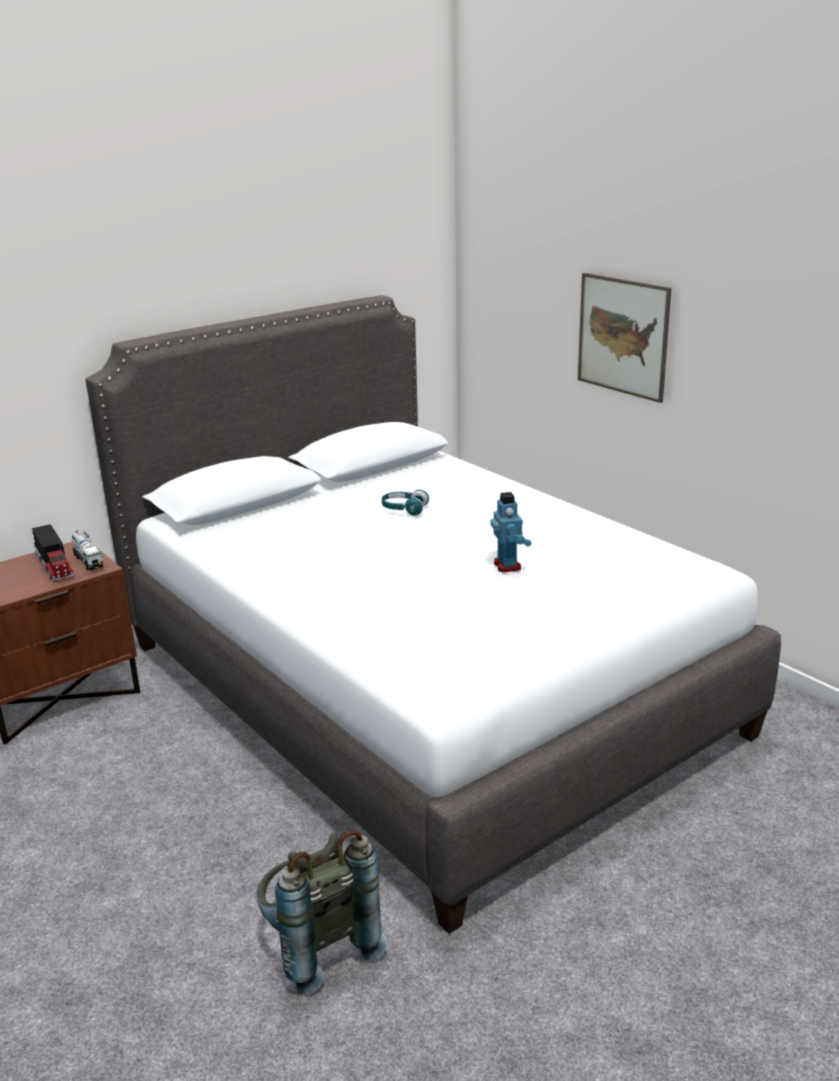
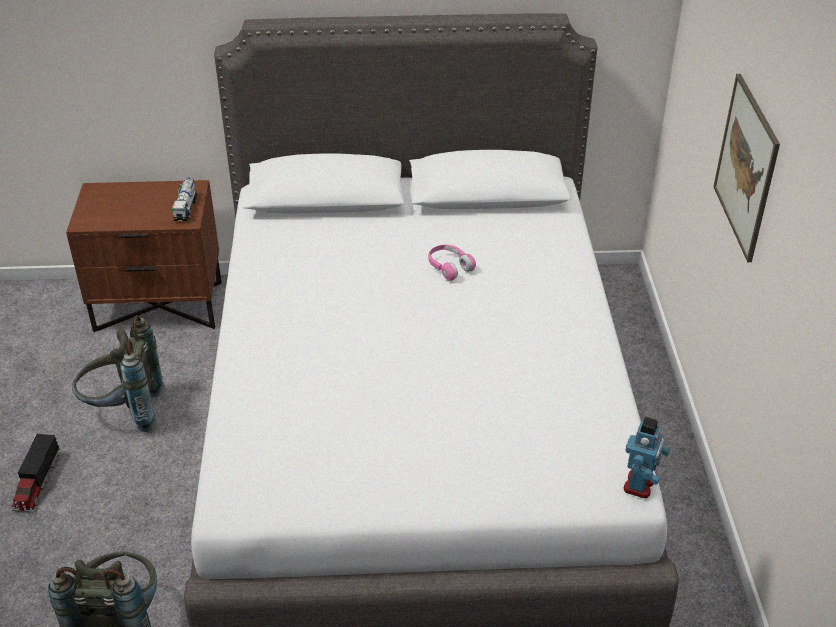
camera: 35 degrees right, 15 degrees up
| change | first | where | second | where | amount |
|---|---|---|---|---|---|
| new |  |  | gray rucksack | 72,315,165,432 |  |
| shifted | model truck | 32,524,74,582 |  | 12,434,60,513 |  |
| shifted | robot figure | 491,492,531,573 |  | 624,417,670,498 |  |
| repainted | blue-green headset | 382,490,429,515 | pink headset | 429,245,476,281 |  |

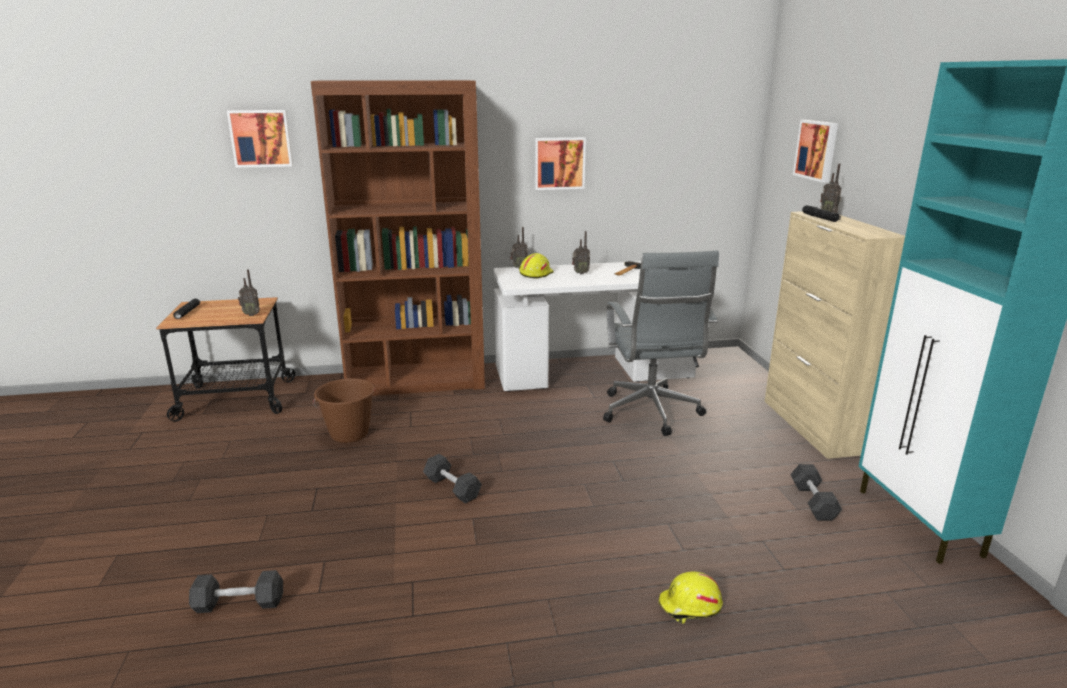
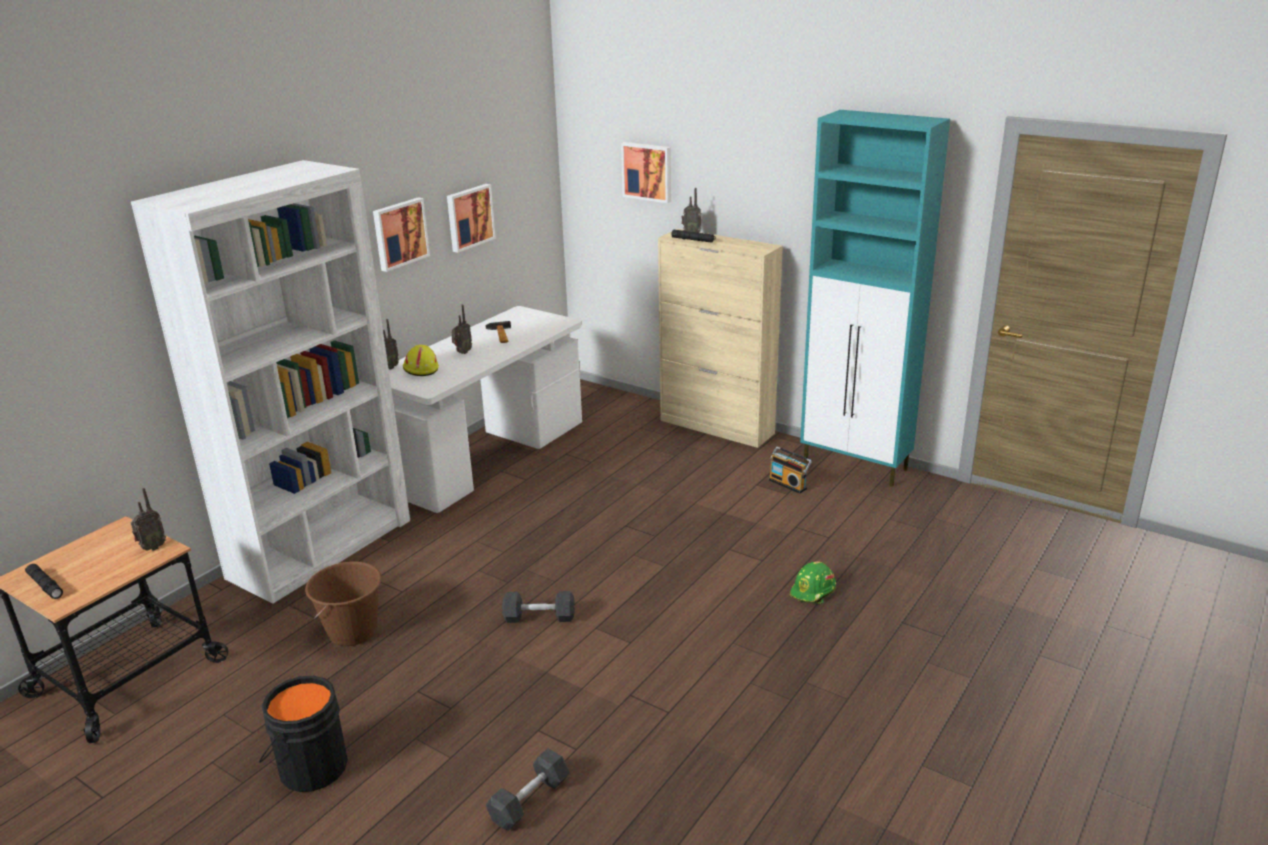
camera: 45 degrees left, 5 degrees up
| change | first | where | second | where | amount |
|---|---|---|---|---|---|
| gone | gray desk chair | 603,250,719,436 |  |  |  |
| new |  |  | black pail | 259,676,348,792 |  |
| shifted | wall art | 227,110,293,168 |  | 447,184,496,253 |  |
| swapped | black free weight | 790,464,842,521 | radio | 769,446,812,494 |  |
| repainted | brown-coloured bookshelf | 311,80,485,396 | white bookshelf | 131,160,410,604 |  |
| repainted | yellow-coloured safety helmet | 659,571,723,624 | green safety helmet | 790,561,836,604 |  |

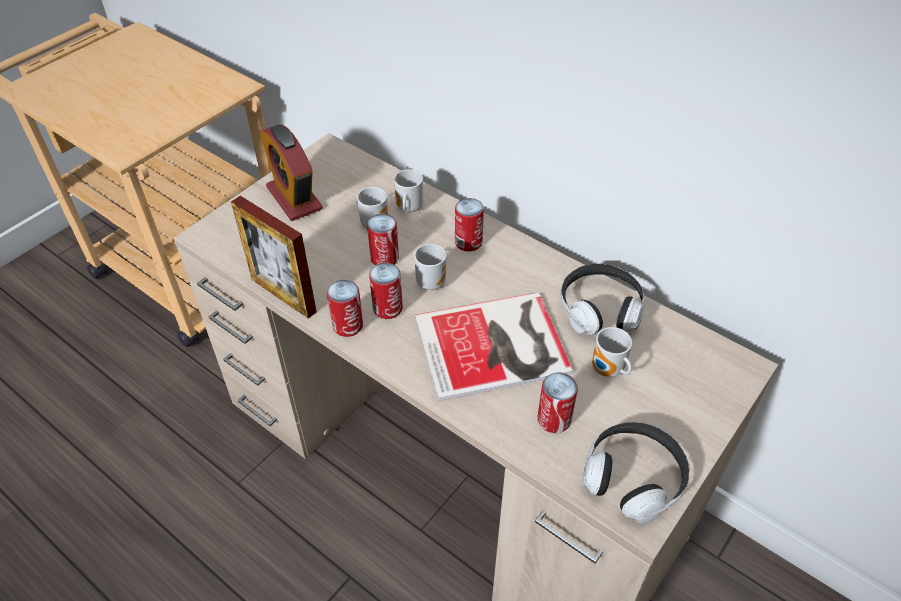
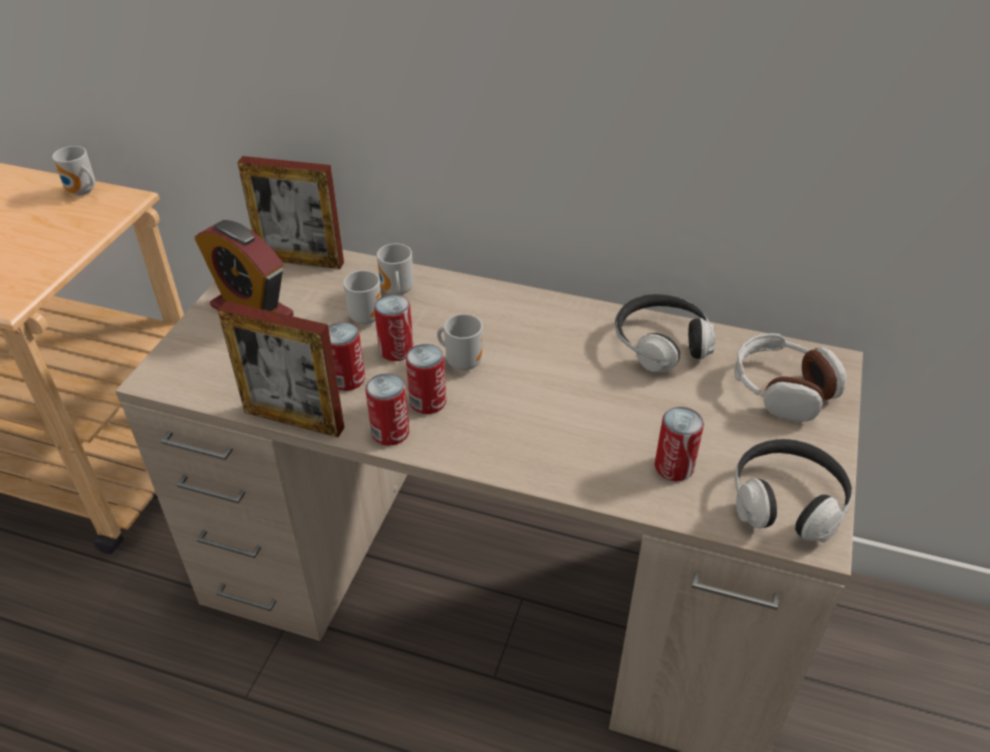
camera: 20 degrees left, 5 degrees down
| change | first | where | second | where | amount |
|---|---|---|---|---|---|
| gone | book | 415,292,573,401 |  |  |  |
| new |  |  | photo frame | 237,156,344,269 |  |
| new |  |  | headset | 734,333,846,422 |  |
| shifted | can | 455,198,484,252 |  | 328,322,365,391 |  |
| shifted | tea mug | 592,327,632,377 |  | 52,146,95,196 |  |

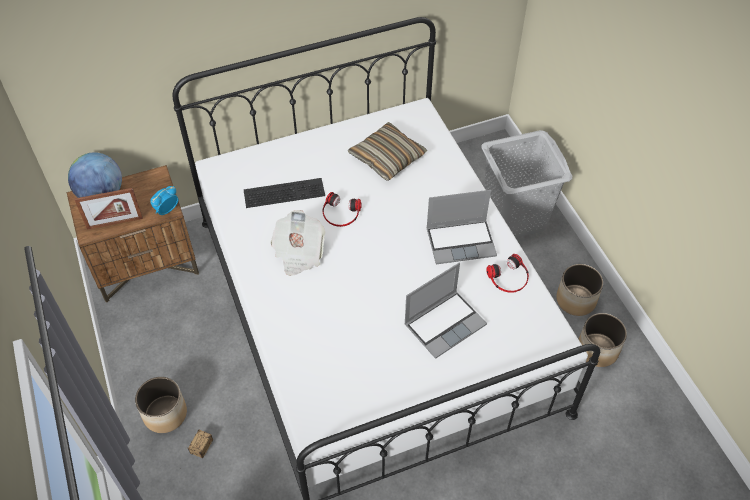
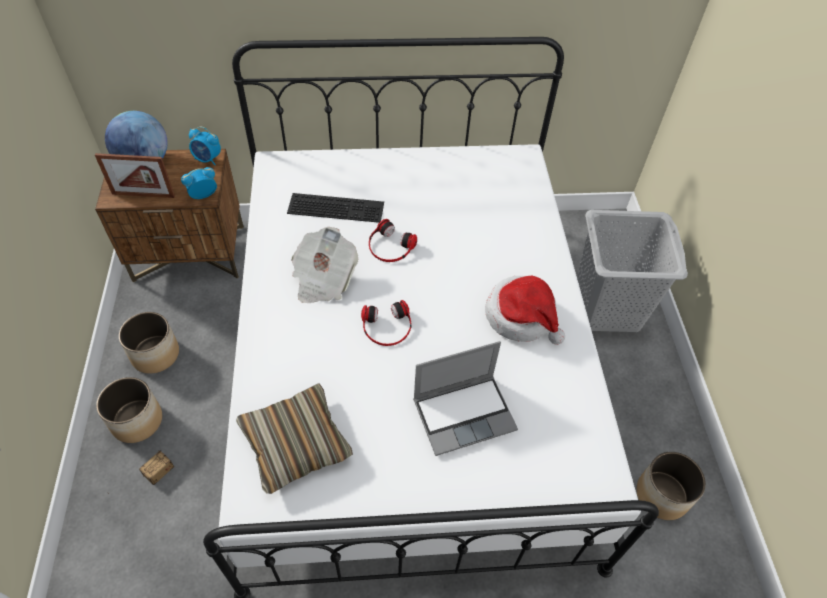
camera: 15 degrees right, 0 degrees up
| change | first | where | second | where | amount |
|---|---|---|---|---|---|
| new |  |  | table clock | 189,127,221,165 |  |
| shifted | cushion | 348,122,428,181 |  | 236,383,353,494 |  |
| shifted | headset | 486,254,529,293 |  | 361,300,412,346 |  |
| shifted | planter | 556,264,603,316 |  | 119,312,179,374 |  |
| swapped | laptop | 426,190,497,264 | wearable hat | 485,276,565,345 |  |

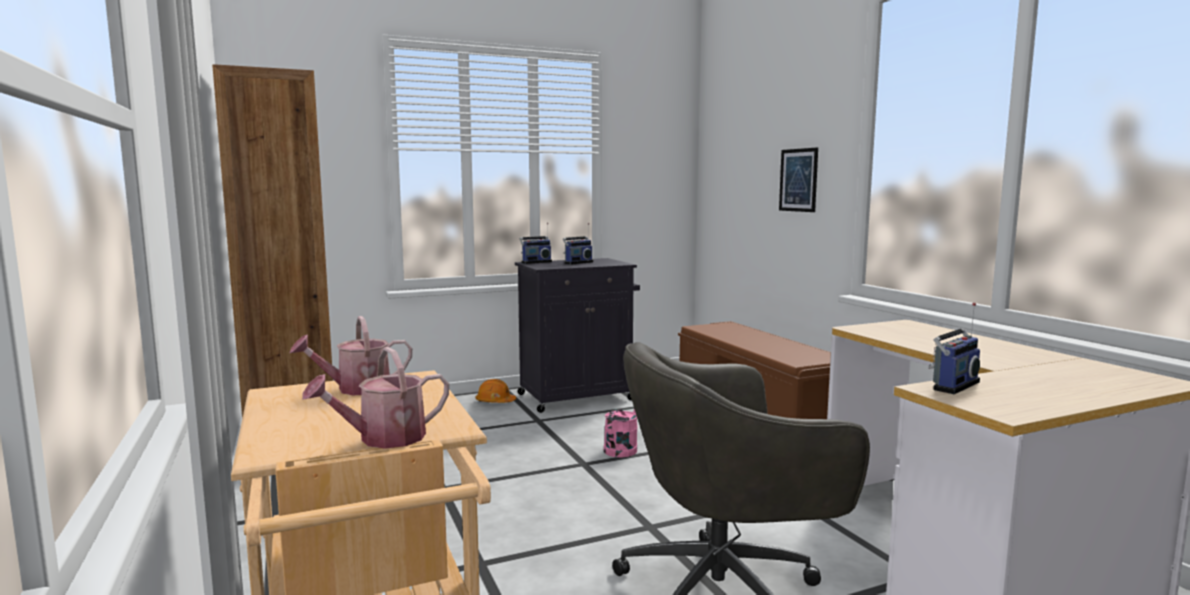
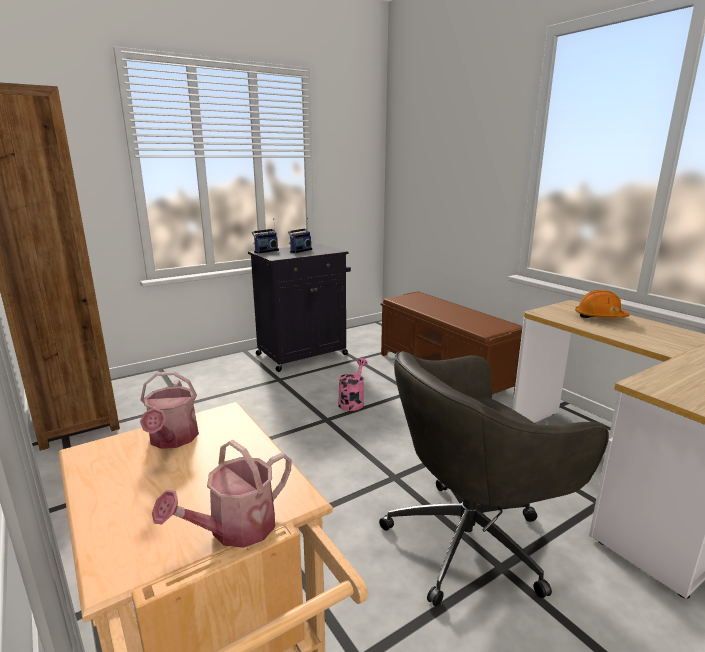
camera: 10 degrees left, 10 degrees up
| change | first | where | second | where | amount |
|---|---|---|---|---|---|
| gone | wall art | 779,147,818,212 |  |  |  |
| gone | radio | 928,303,980,394 |  |  |  |
| shifted | orange-coloured safety helmet | 476,379,516,403 |  | 575,290,629,318 |  |
| rotated | sprinkling can | 290,316,412,395 |  | 140,371,199,449 | 60 degrees counterclockwise |

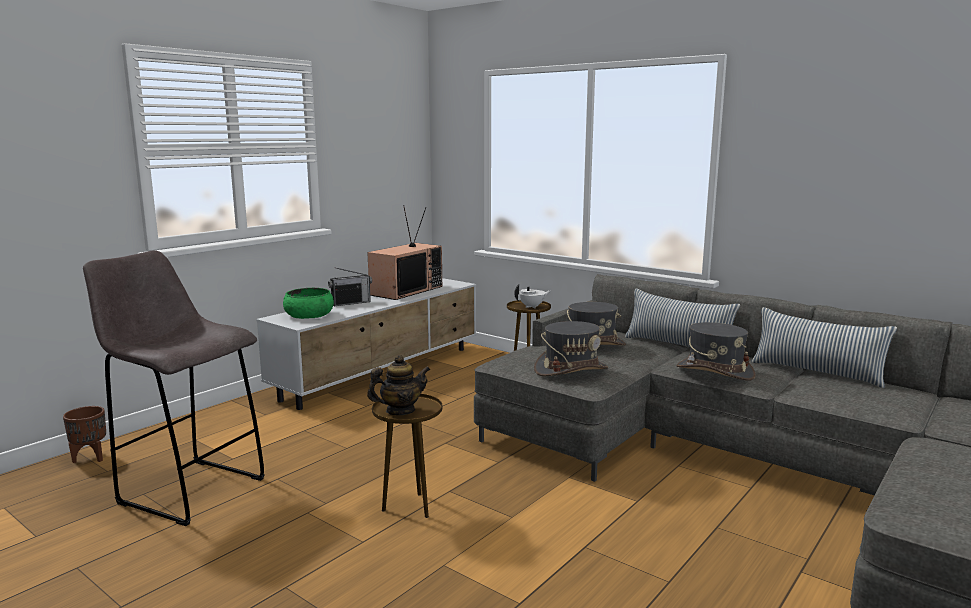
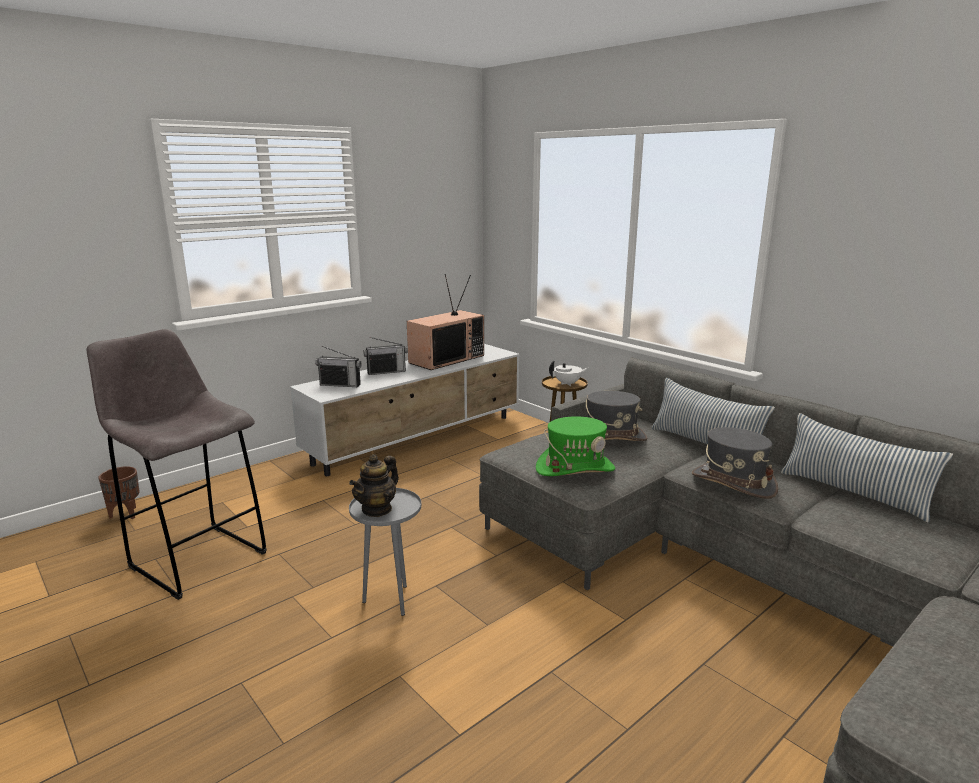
camera: 10 degrees right, 5 degrees up
| change | first | where | second | where | amount |
|---|---|---|---|---|---|
| swapped | green bowl | 283,288,334,319 | radio | 315,346,362,387 |  |
| repainted | brown-coloured side table | 372,394,442,518 | gray side table | 349,488,421,616 |  |
| repainted | gray wearable hat | 534,321,608,376 | green wearable hat | 536,416,615,476 |  |
| rotated | teapot | 367,355,431,415 |  | 349,454,399,517 | 135 degrees clockwise |

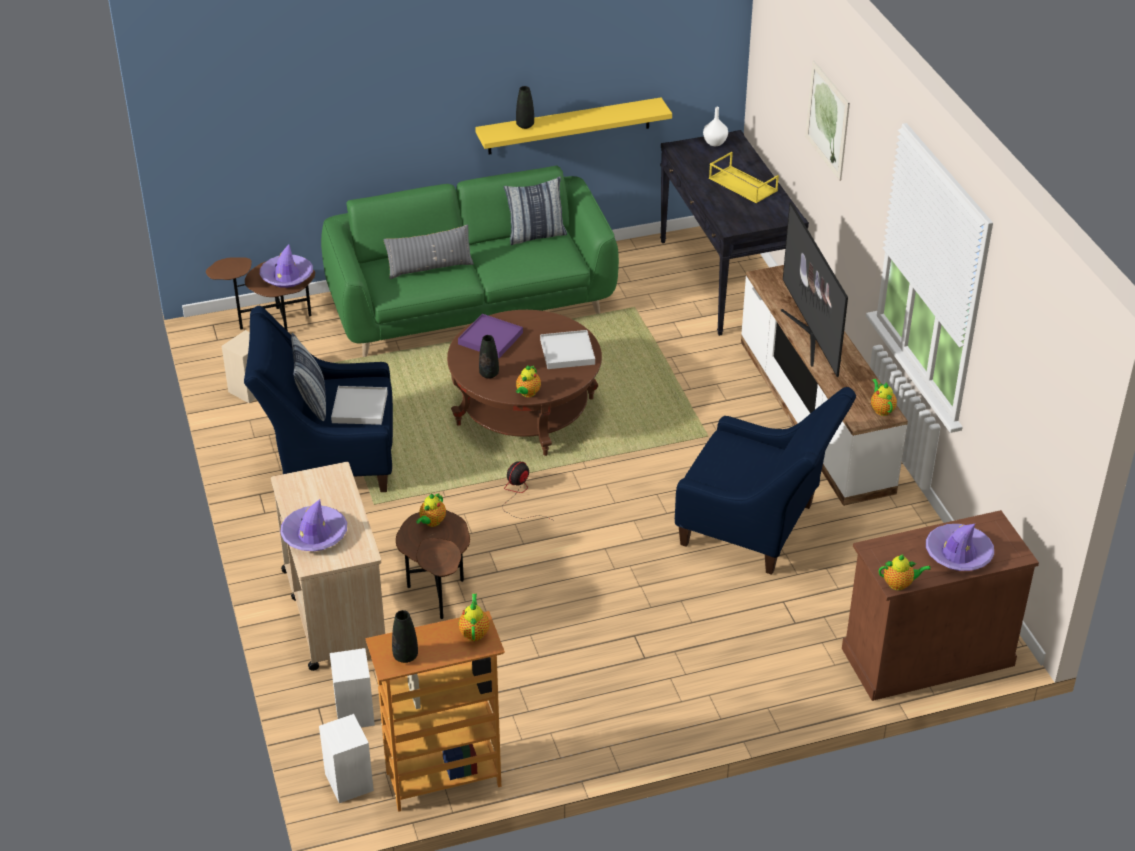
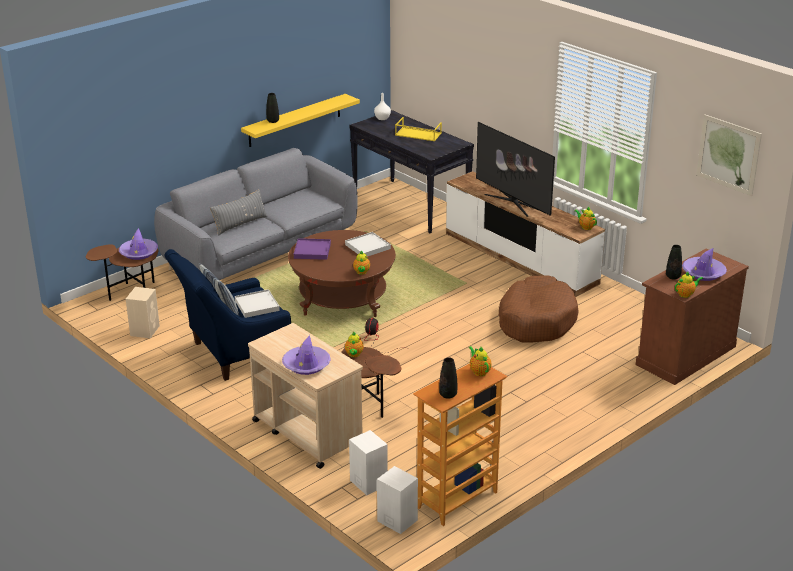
camera: 25 degrees left, 10 degrees down
| change | first | where | second | where | amount |
|---|---|---|---|---|---|
| gone | cushion | 504,176,567,245 |  |  |  |
| shifted | black decorative vase | 479,335,499,379 |  | 666,245,682,279 |  |
| shifted | wall art | 805,60,850,181 |  | 696,115,762,196 |  |
| swapped | blue armchair | 675,387,856,575 | brown-coloured pet bed | 499,275,579,343 |  |
| repainted | green couch | 321,165,619,357 | gray couch | 154,148,358,280 |  |

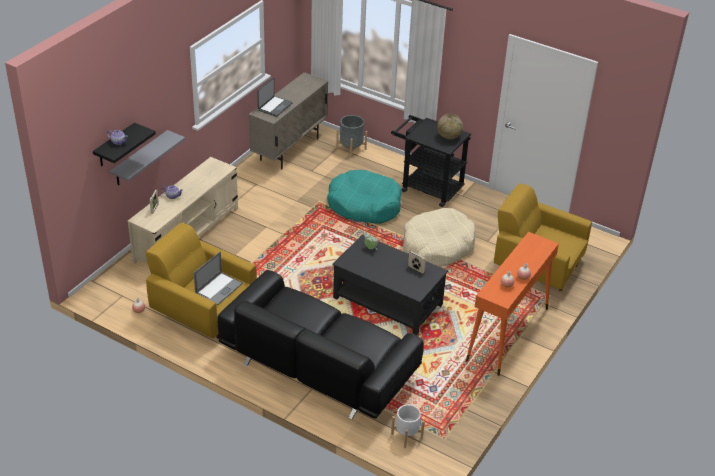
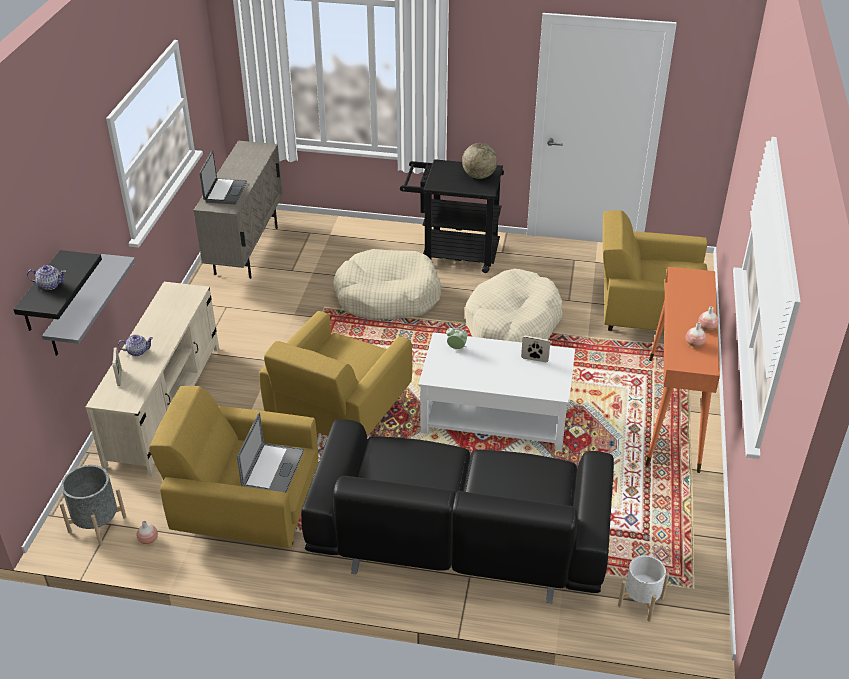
camera: 20 degrees left, 0 degrees up
| change | first | where | second | where | amount |
|---|---|---|---|---|---|
| new |  |  | yellow-coloured armchair | 259,311,412,437 |  |
| shifted | gray planter | 336,115,367,158 |  | 59,465,126,545 |  |
| repainted | blue-green pet bed | 327,170,402,224 | beige-coloured pet bed | 333,249,441,320 |  |
| repainted | black low table | 332,235,448,335 | white low table | 418,332,575,451 |  |

